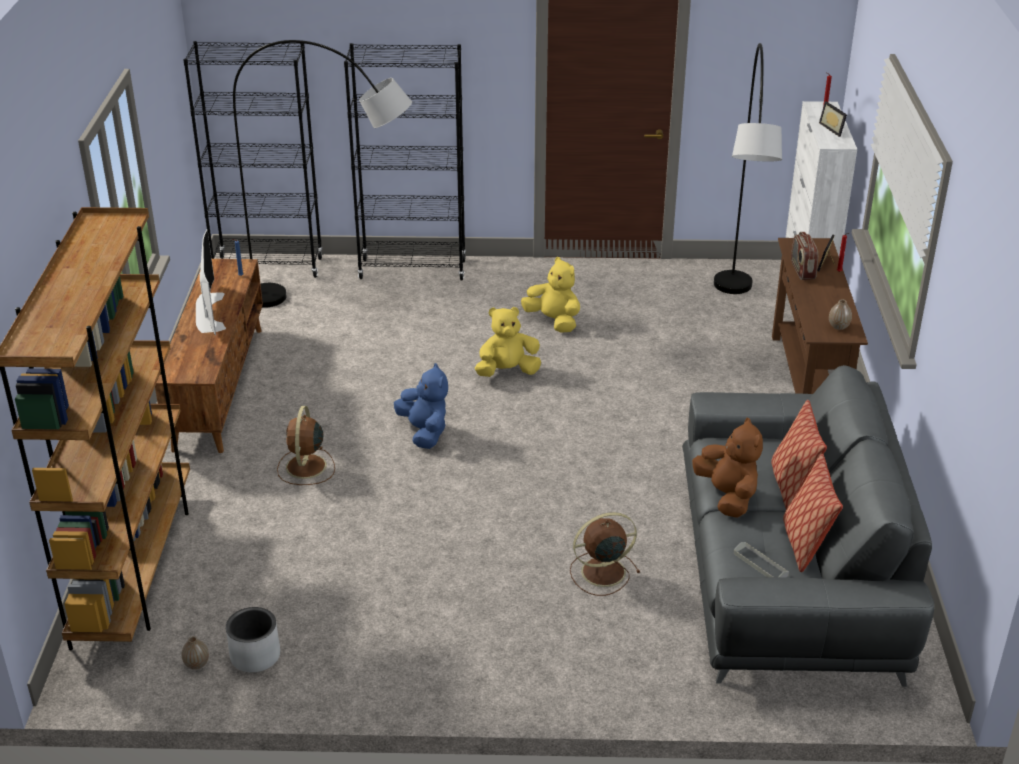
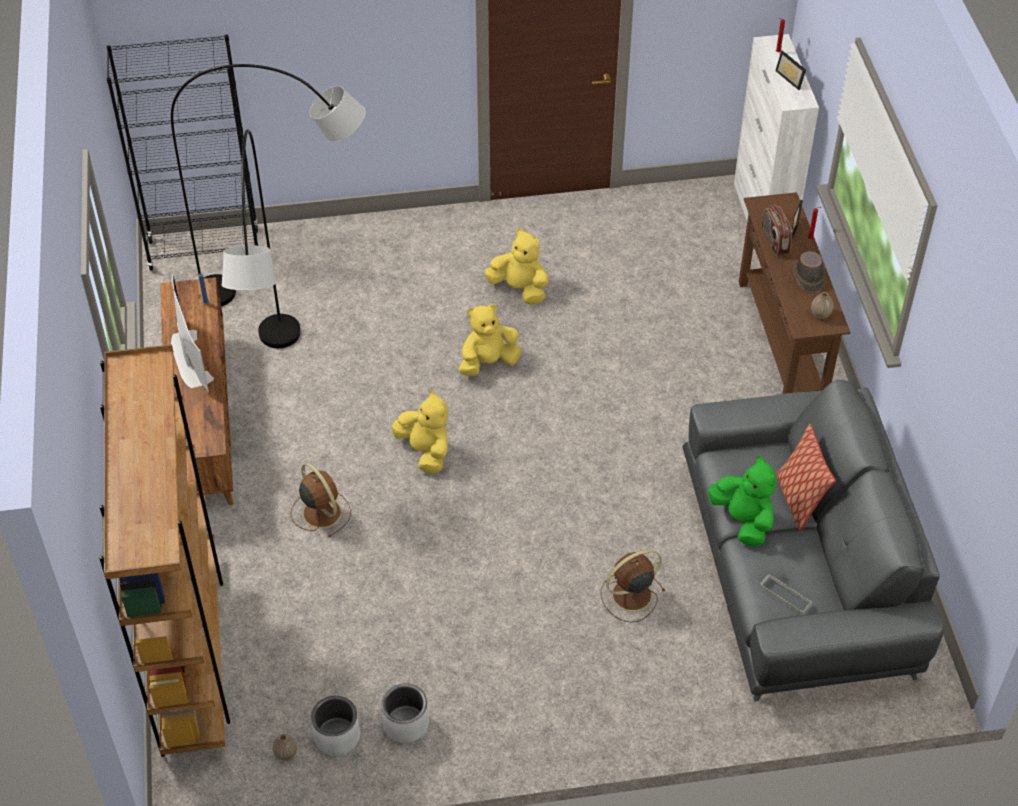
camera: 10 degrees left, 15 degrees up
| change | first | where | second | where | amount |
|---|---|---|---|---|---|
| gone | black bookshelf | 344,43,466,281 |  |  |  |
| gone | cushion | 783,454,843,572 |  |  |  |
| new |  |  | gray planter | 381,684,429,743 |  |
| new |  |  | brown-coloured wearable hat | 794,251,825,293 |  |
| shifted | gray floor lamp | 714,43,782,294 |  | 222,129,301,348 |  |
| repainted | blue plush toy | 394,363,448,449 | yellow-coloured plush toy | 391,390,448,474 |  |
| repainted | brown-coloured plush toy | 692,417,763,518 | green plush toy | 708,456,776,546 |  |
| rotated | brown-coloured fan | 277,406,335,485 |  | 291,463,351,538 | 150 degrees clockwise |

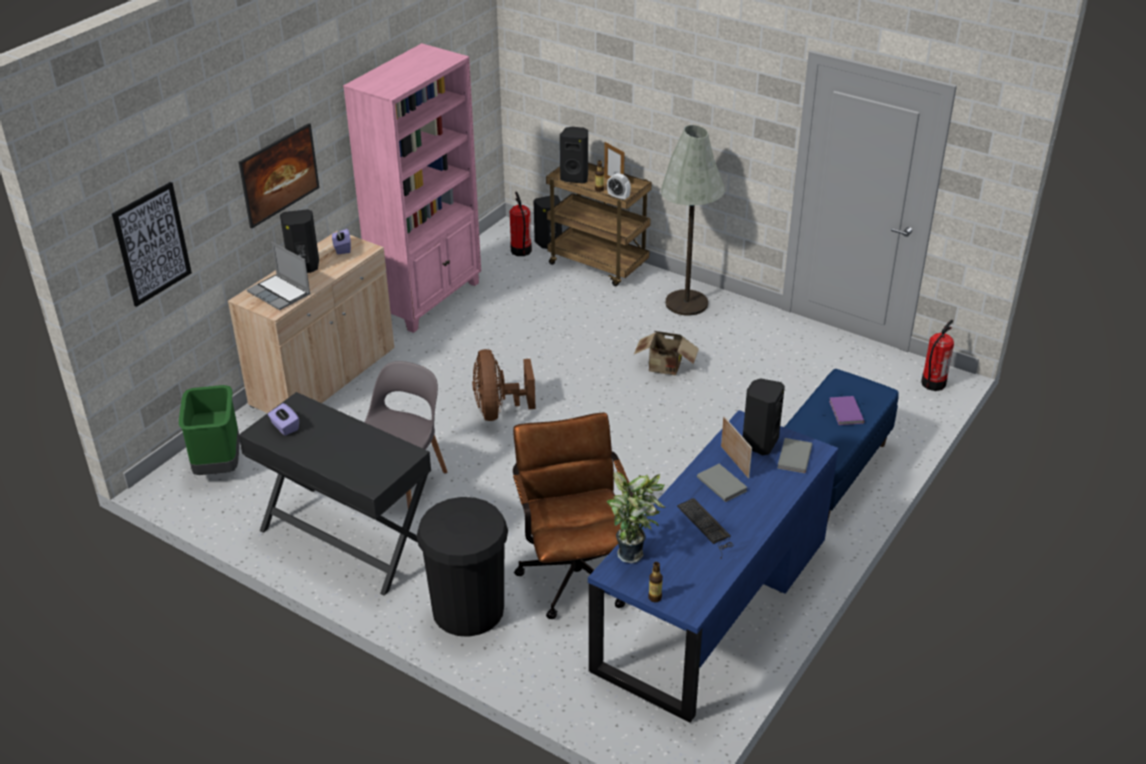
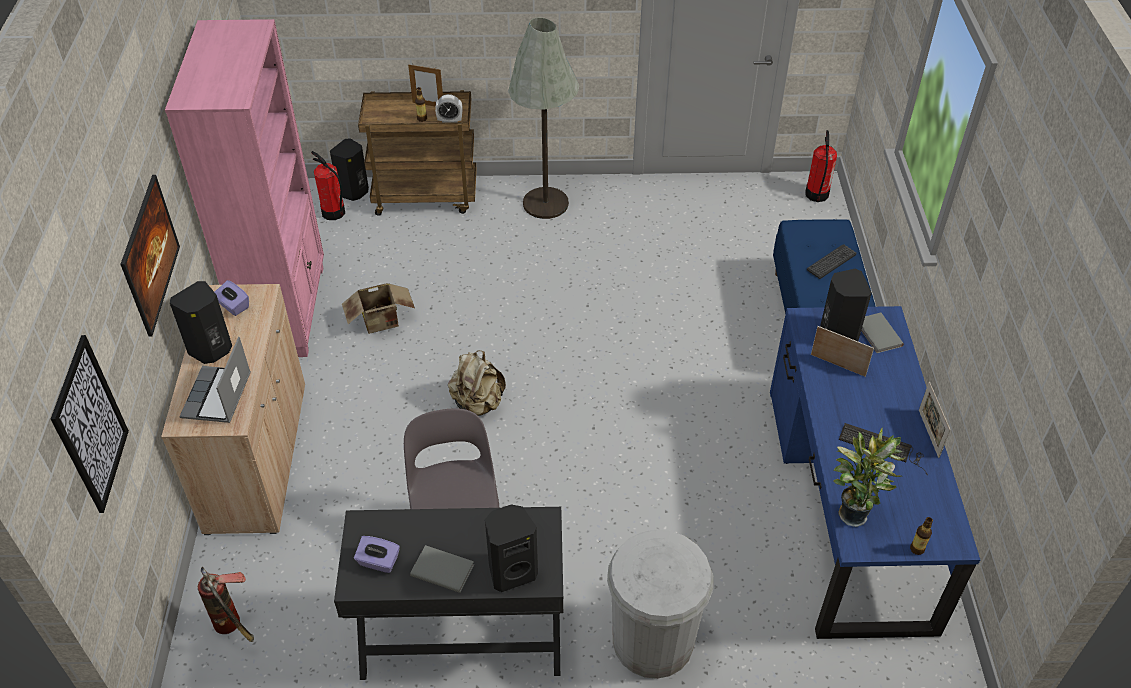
camera: 35 degrees left, 10 degrees up
| change | first | where | second | where | amount |
|---|---|---|---|---|---|
| gone | brown-coloured desk chair | 513,412,633,619 |  |  |  |
| new |  |  | photo frame | 919,382,950,458 |  |
| shifted | black audio speaker | 560,127,588,184 |  | 485,504,538,592 |  |
| shifted | packing box | 634,331,699,376 |  | 342,283,415,334 |  |
| shifted | gray book | 697,464,748,502 |  | 410,545,474,593 |  |
| swapped | green waste bin | 179,385,240,475 | fire extinguisher | 198,567,254,642 |  |
| swapped | brown-coloured fan | 472,349,536,421 | beige-coloured rucksack | 448,350,506,416 |  |
| swapped | purple book | 829,396,864,425 | PC keyboard | 807,244,856,279 |  |
| repainted | black waste bin | 417,497,508,637 | white waste bin | 607,530,713,679 |  |
| rotated | laptop | 247,242,311,310 |  | 179,337,251,423 | 90 degrees clockwise |

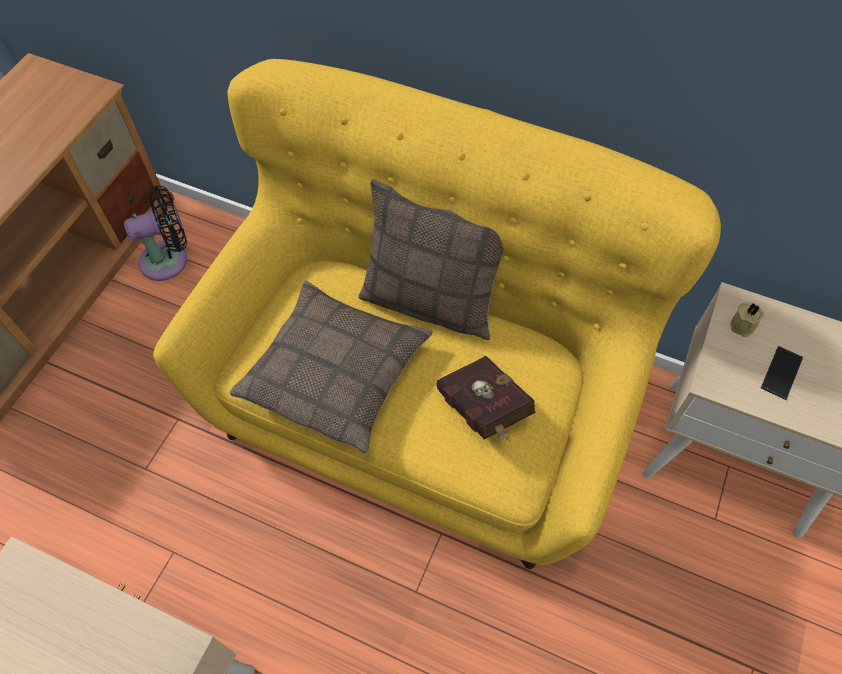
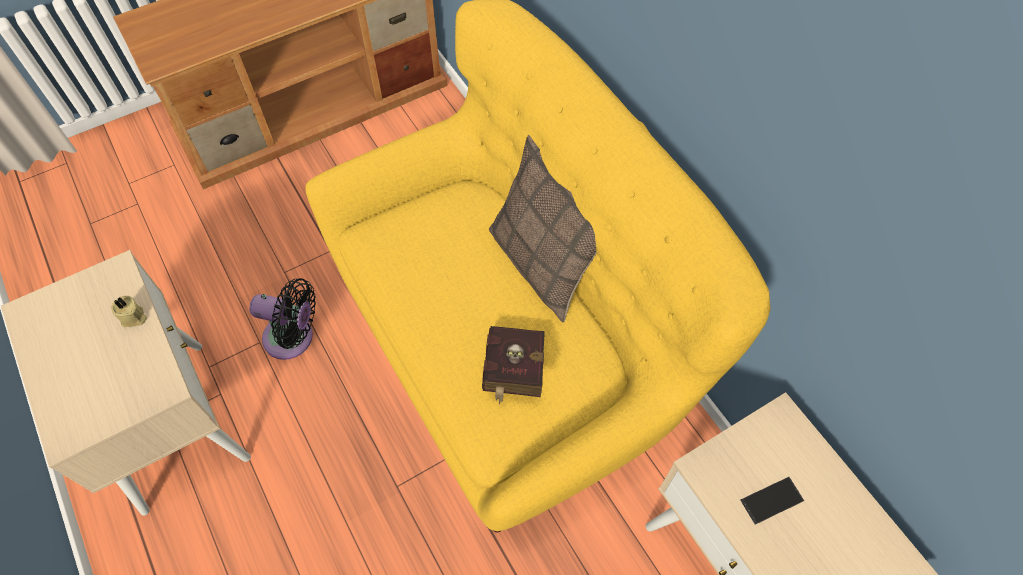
camera: 35 degrees right, 0 degrees up
| change | first | where | second | where | amount |
|---|---|---|---|---|---|
| gone | cushion | 230,281,433,454 |  |  |  |
| shifted | black fan | 124,186,187,281 |  | 249,278,316,360 |  |
| shifted | beige-coloured wax light | 731,302,764,337 |  | 111,296,147,327 |  |

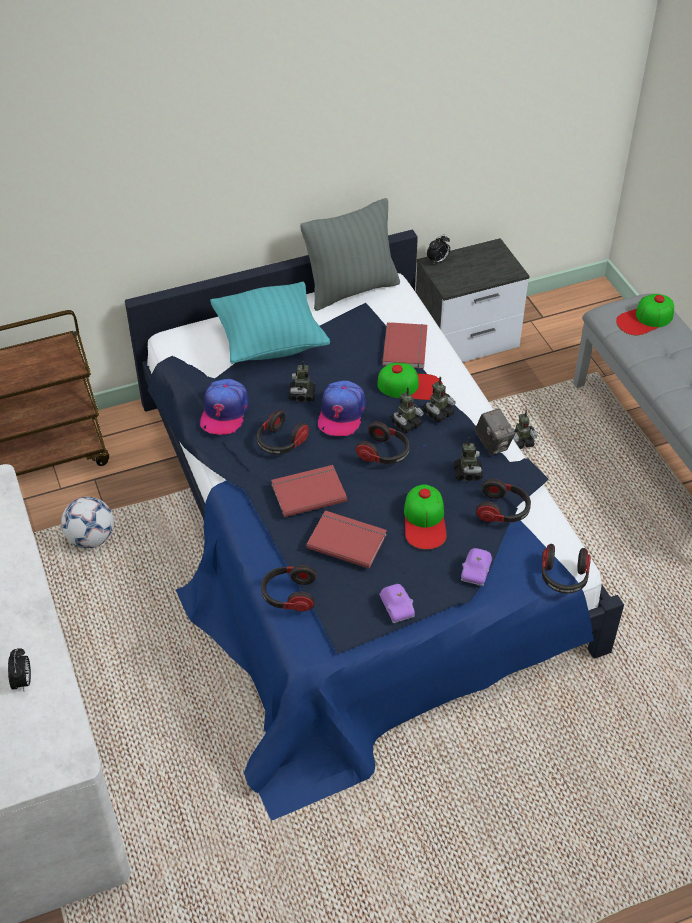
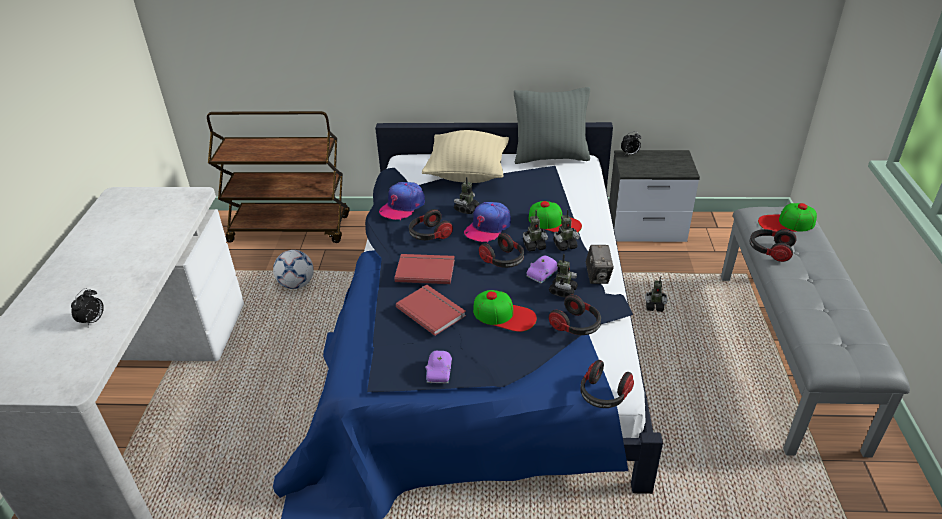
camera: 25 degrees right, 10 degrees down
| change | first | where | second | where | amount |
|---|---|---|---|---|---|
| gone | reddish book | 382,322,427,369 |  |  |  |
| shifted | headset | 261,565,317,611 |  | 749,229,797,262 |  |
| shifted | purple toy car | 461,548,492,586 |  | 526,255,558,283 |  |
| repainted | blue-green cushion | 210,282,330,364 | beige-coloured cushion | 422,130,509,183 |  |
| rotated | cap | 404,484,447,549 |  | 473,290,537,332 | 90 degrees counterclockwise |

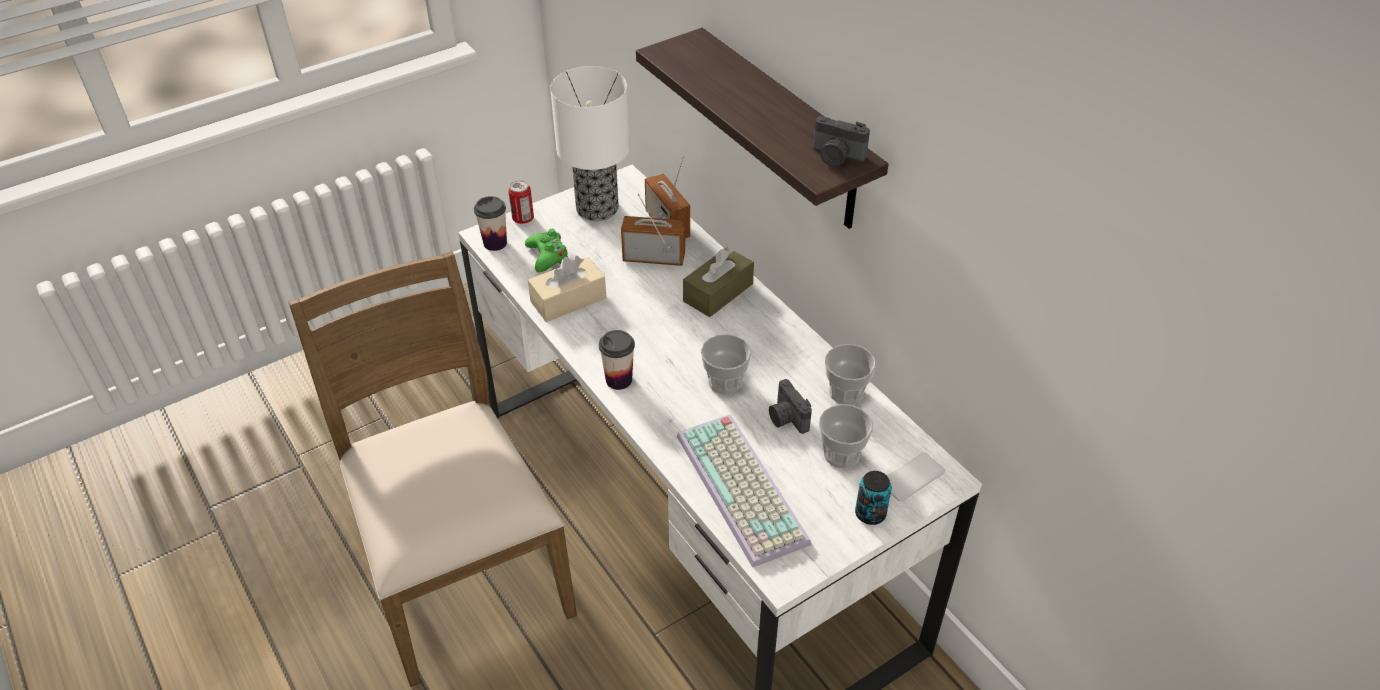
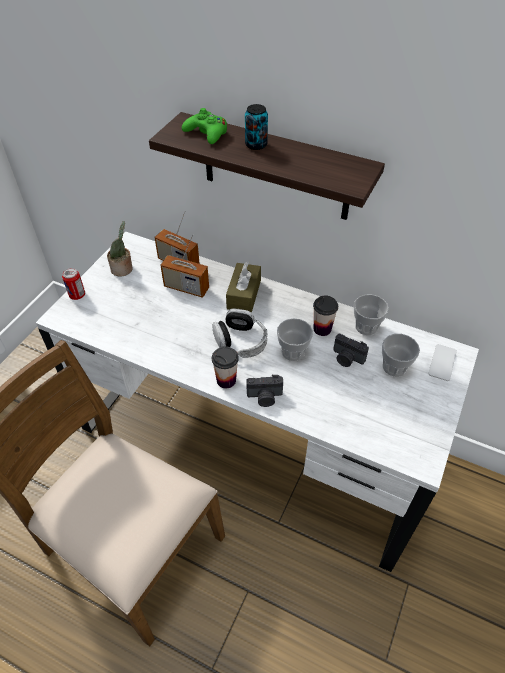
camera: 30 degrees left, 5 degrees up
| change | first | where | second | where | amount |
|---|---|---|---|---|---|
| gone | beige-coloured box of tissues | 528,256,606,322 |  |  |  |
| gone | PC keyboard | 677,414,811,568 |  |  |  |
| new |  |  | headset | 213,309,267,358 |  |
| shifted | cup | 474,196,507,251 |  | 313,296,338,336 |  |
| shifted | green game controller | 525,229,568,272 |  | 182,108,227,144 |  |
| shifted | photo camera | 813,116,870,167 |  | 247,375,283,407 |  |
| shifted | can | 855,471,892,525 |  | 245,104,268,150 |  |
| swapped | tabletop lamp | 550,66,630,221 | potted plant | 107,221,133,276 |  |
| rotated | radio | 621,193,685,266 |  | 160,234,209,298 | 135 degrees counterclockwise |

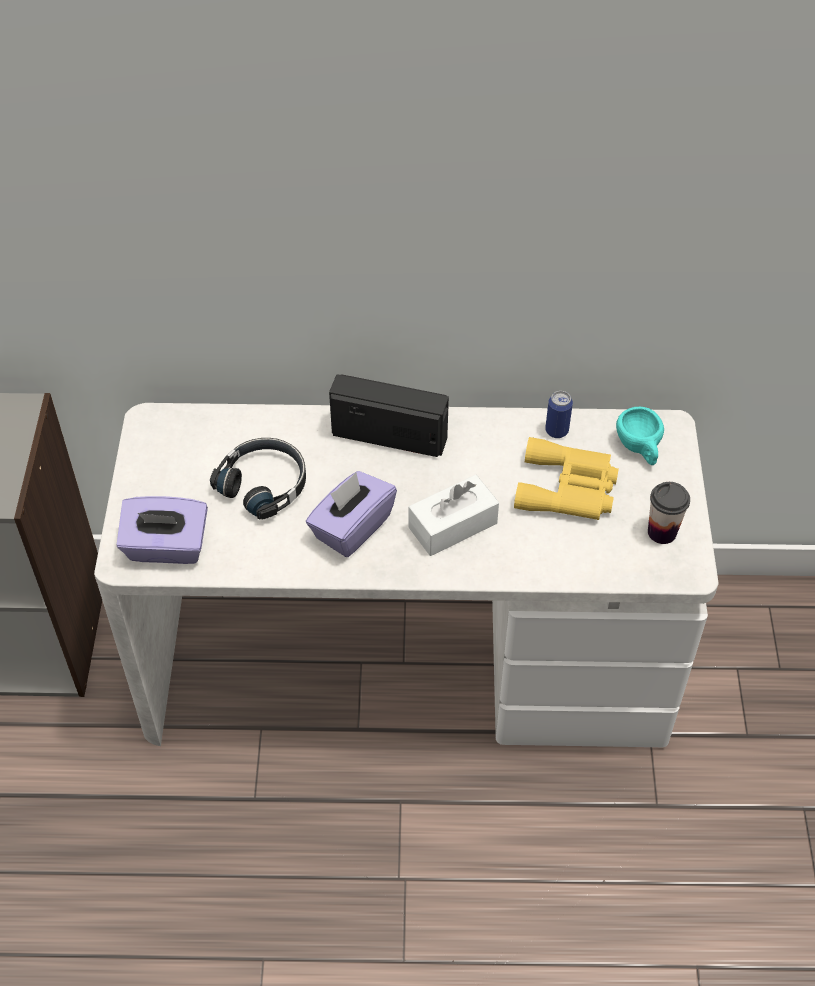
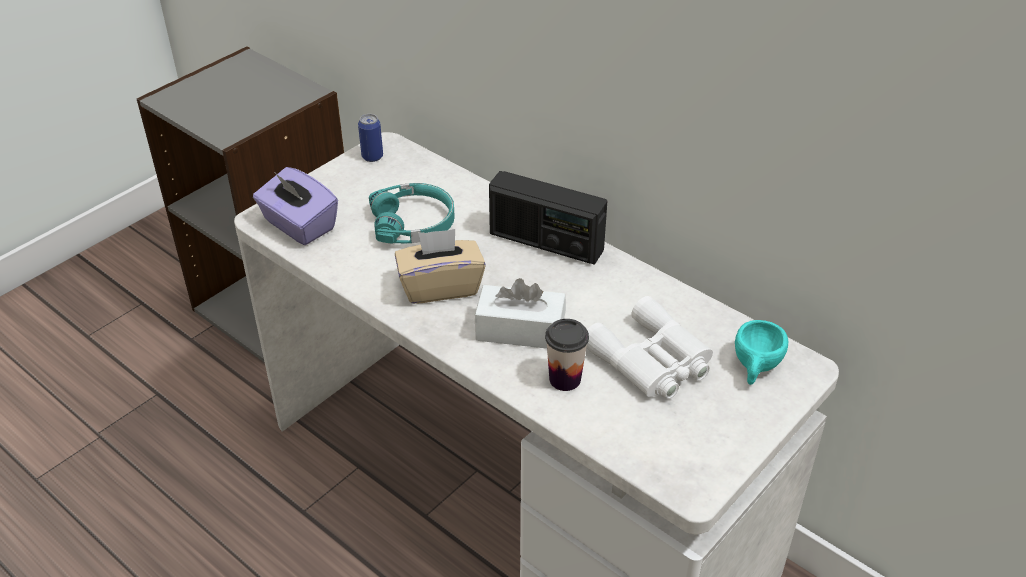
camera: 40 degrees right, 10 degrees down
| change | first | where | second | where | amount |
|---|---|---|---|---|---|
| shifted | can | 545,391,573,438 |  | 358,114,383,162 |  |
| shifted | cup | 648,482,690,544 |  | 545,319,589,391 |  |
| repainted | black headset | 210,438,306,519 | blue-green headset | 369,183,455,244 |  |
| repainted | purple box of tissues | 306,471,397,557 | beige-coloured box of tissues | 395,229,486,304 |  |
| repainted | yellow-coloured field glasses | 514,437,619,520 | white field glasses | 586,296,713,399 |  |
| rotated | radio | 329,374,449,457 |  | 489,171,607,265 | 150 degrees clockwise |

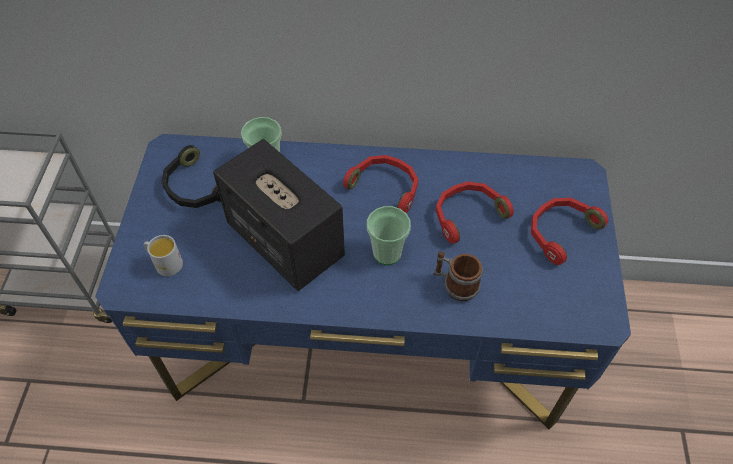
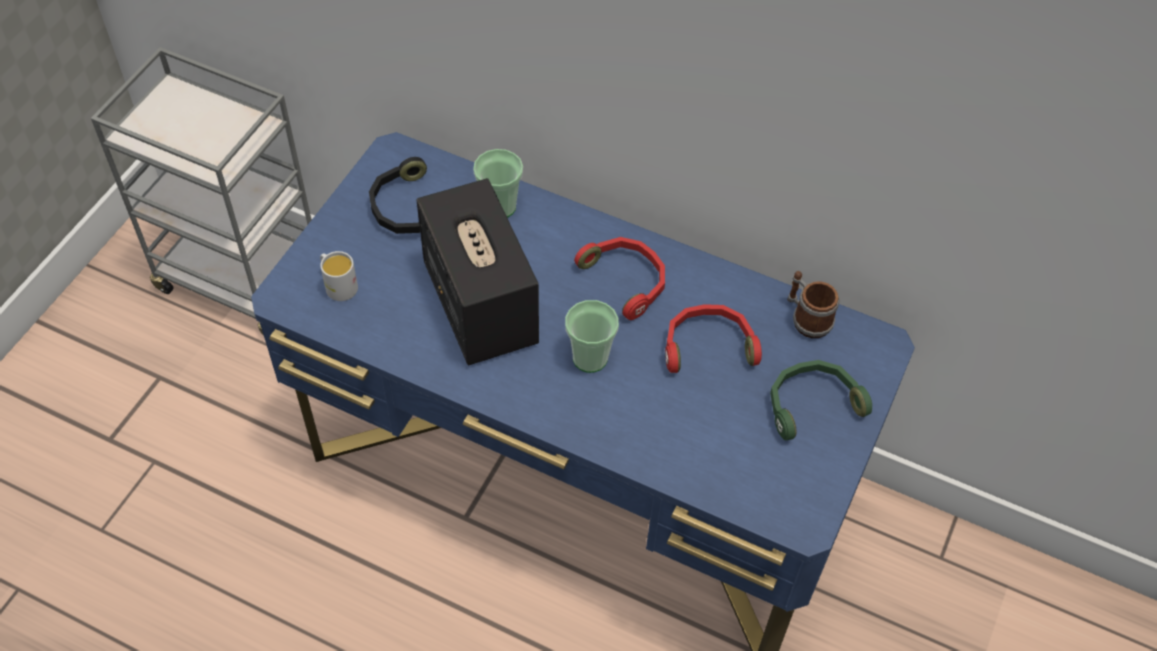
camera: 20 degrees right, 0 degrees up
| change | first | where | second | where | amount |
|---|---|---|---|---|---|
| shifted | tea mug | 433,251,483,301 |  | 787,271,840,338 |  |
| repainted | reddish headset | 531,198,608,265 | green headset | 770,360,872,440 |  |

